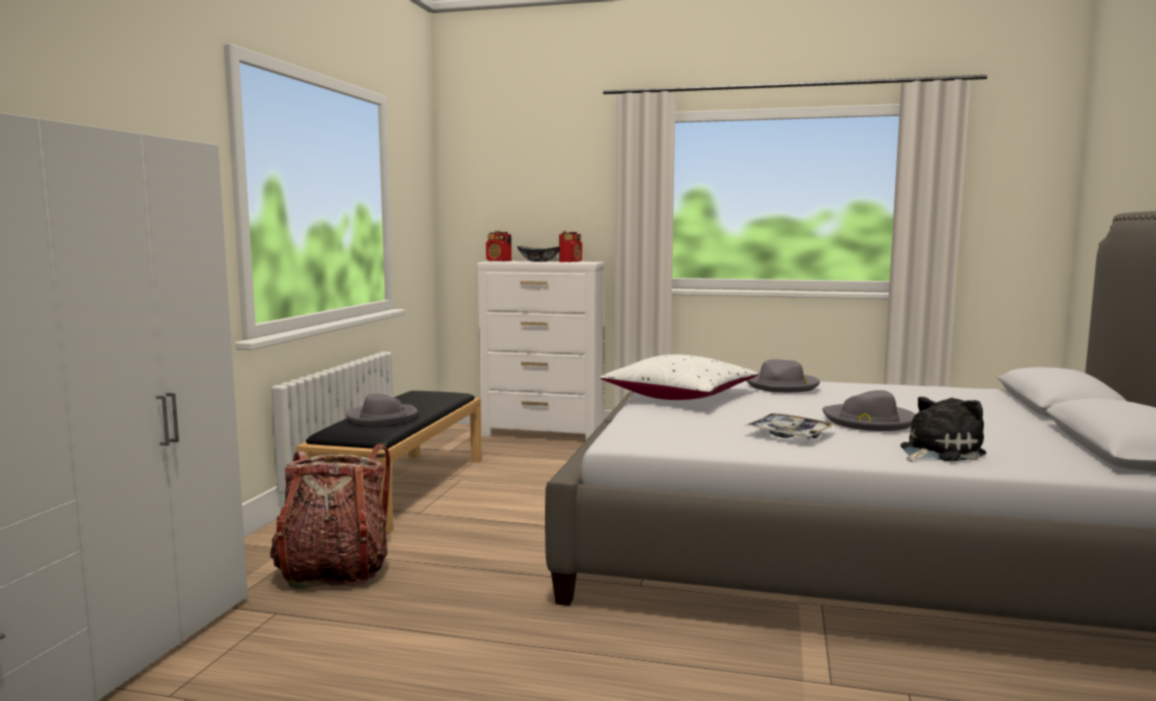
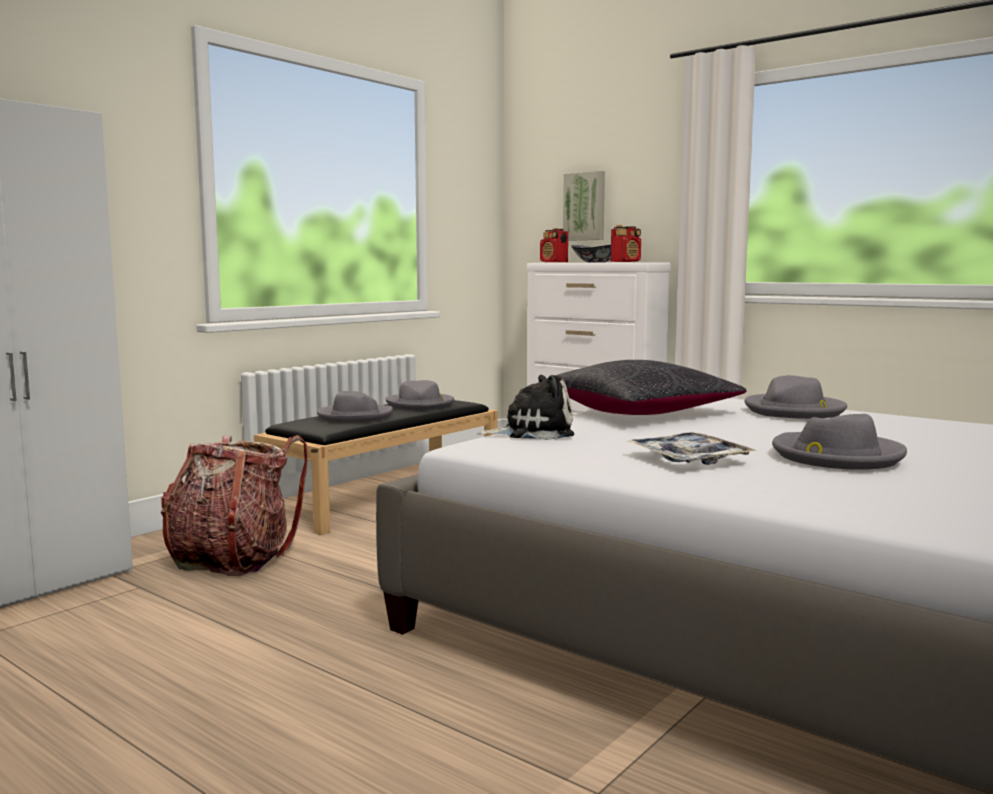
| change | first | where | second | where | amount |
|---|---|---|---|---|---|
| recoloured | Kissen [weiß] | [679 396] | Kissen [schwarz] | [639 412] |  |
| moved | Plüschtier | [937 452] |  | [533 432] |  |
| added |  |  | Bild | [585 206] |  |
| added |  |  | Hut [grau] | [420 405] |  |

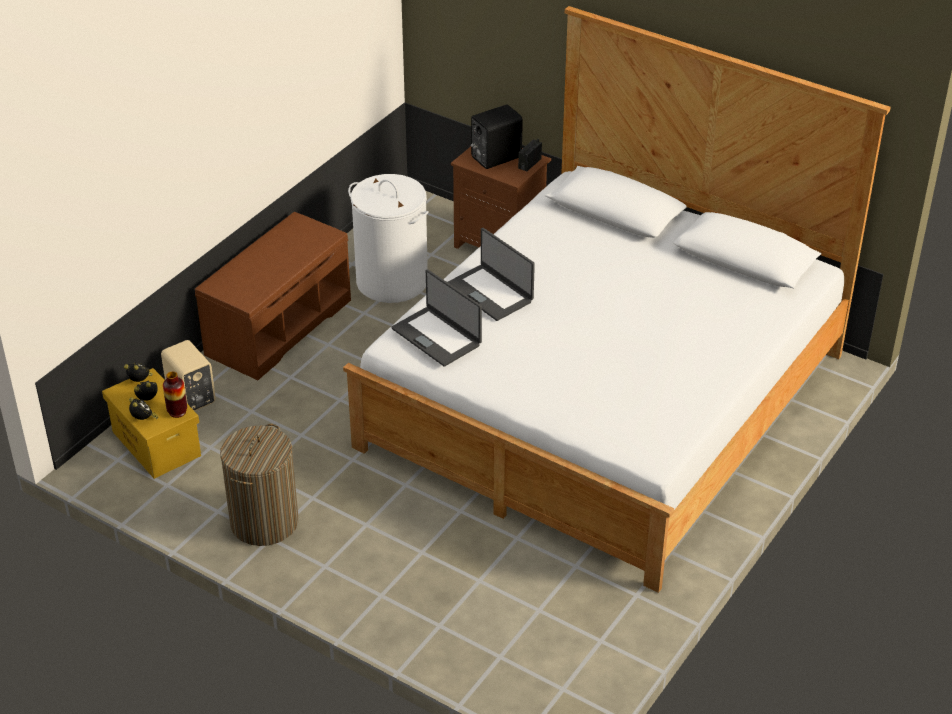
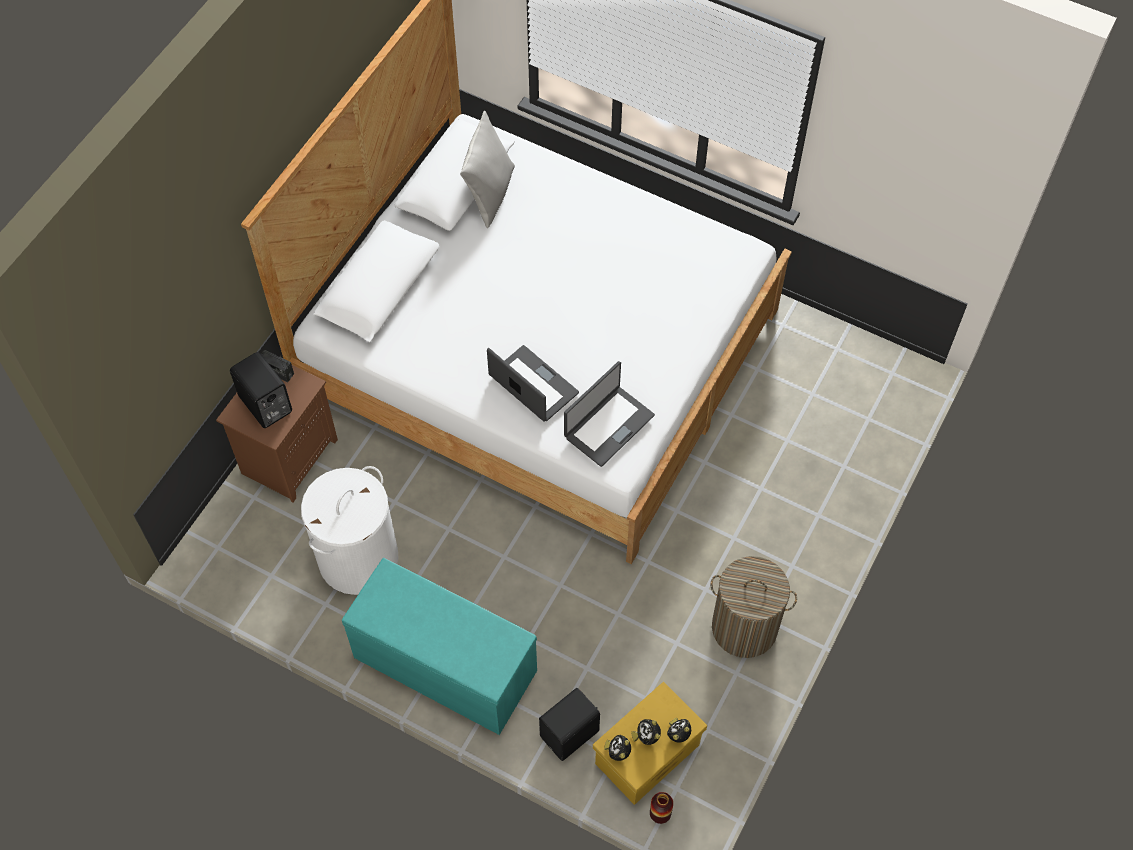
| change | first | where | second | where | amount |
|---|---|---|---|---|---|
| recoloured | Bank [braun] | [278 326] | Bank [türkis] | [443 665] |  |
| turned | Laptop | [490 292] |  | [532 385] | 90 degrees counterclockwise |
| recoloured | Lautsprecher [beige] | [190 397] | Lautsprecher [schwarz] | [571 734] |  |
| moved | Vase | [177 412] |  | [660 814] |  |
| added |  |  | Kissen [grau] | [489 194] |  |

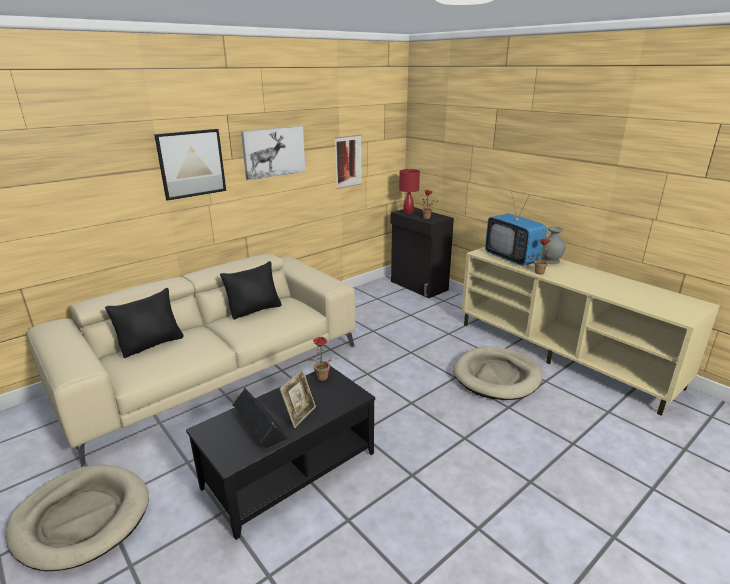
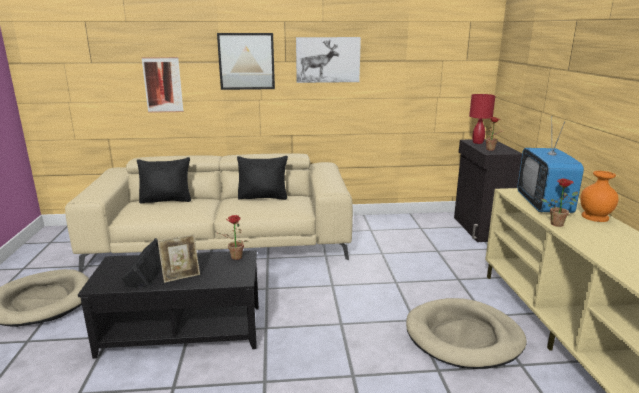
| change | first | where | second | where | amount |
|---|---|---|---|---|---|
| moved | Bild | [348 161] |  | [163 85] |  |
| recoloured | Vase [grau] | [549 261] | Vase [orange] | [594 217] |  |

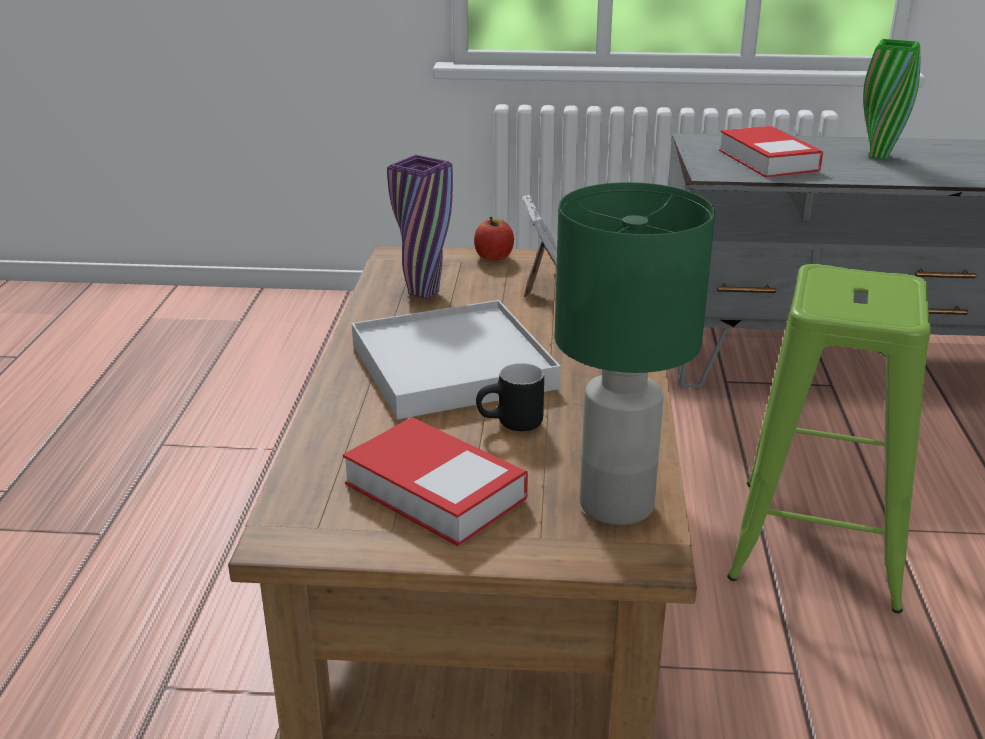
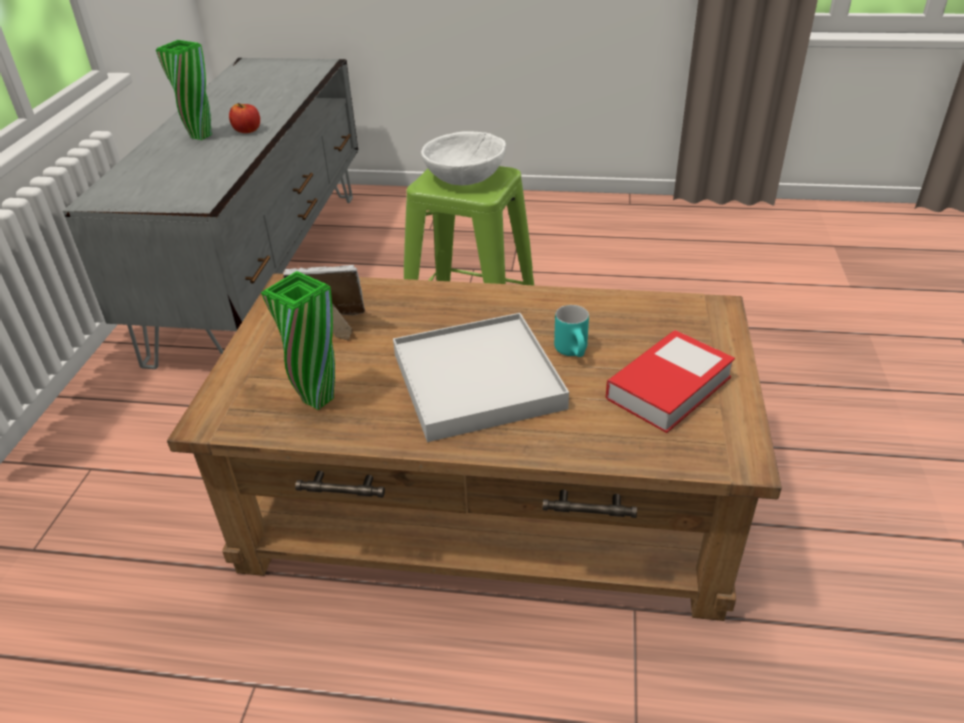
| change | first | where | second | where | amount |
|---|---|---|---|---|---|
| removed | Buch | [768 160] |  |  |  |
| recoloured | Vase [lila] | [423 292] | Vase [grün] | [318 400] |  |
| removed | Tischlampe [grün] | [614 505] |  |  |  |
| moved | Apfel | [494 257] |  | [247 130] |  |
| recoloured | Henkelbecher [schwarz] | [511 425] | Henkelbecher [türkis] | [575 352] |  |
| added |  |  | Schüssel [weiß] | [465 177] |  |

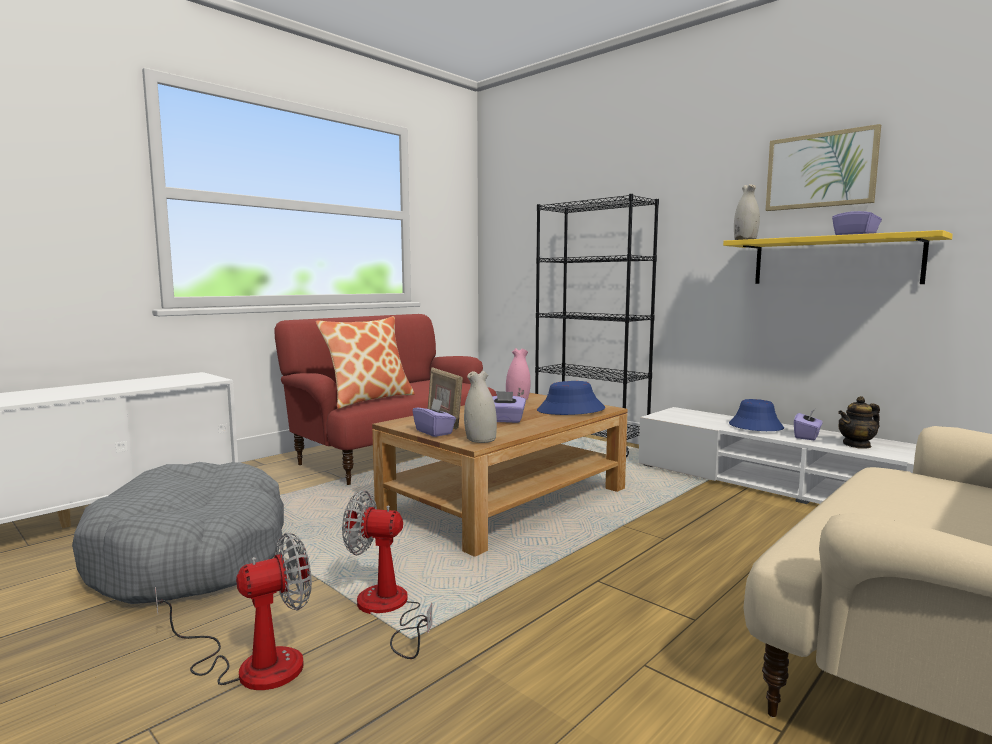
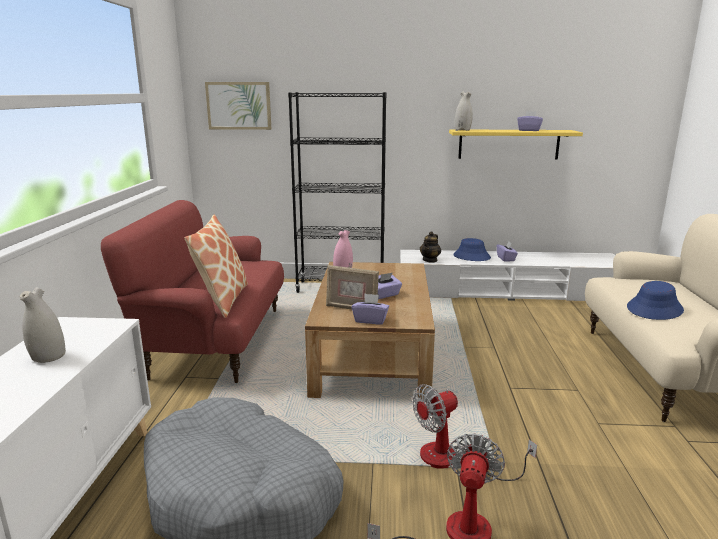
| change | first | where | second | where | amount |
|---|---|---|---|---|---|
| moved | Bild | [820 170] |  | [239 105] |  |
| moved | Vase [weiß] | [480 440] |  | [48 357] |  |
| moved | Hut [blau] | [571 410] |  | [654 309] |  |
| moved | Teekanne | [857 445] |  | [430 260] |  |

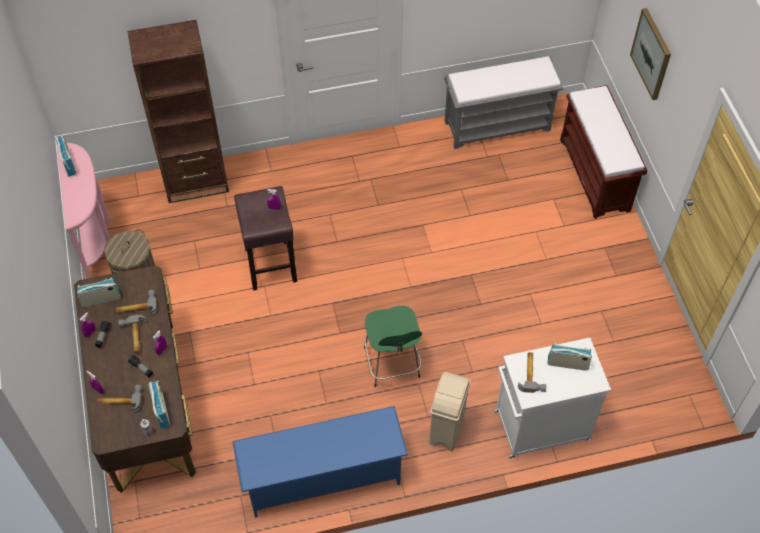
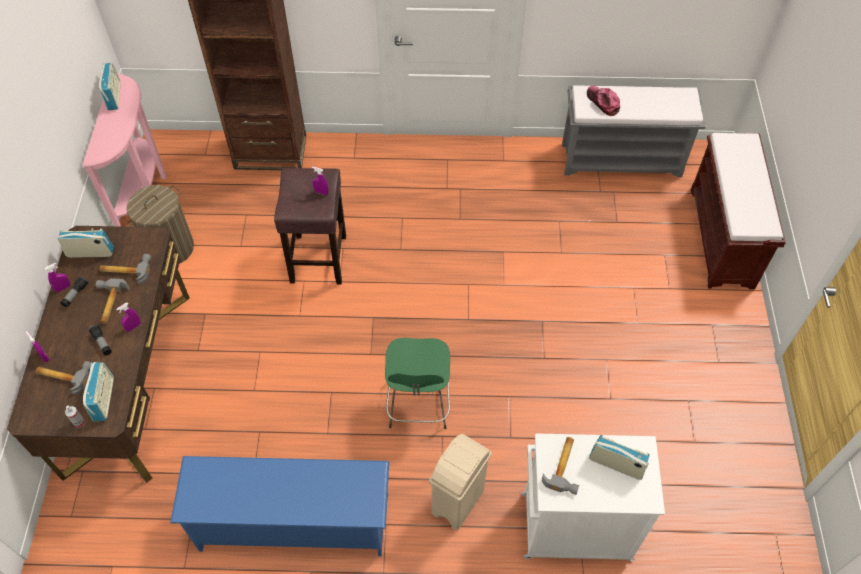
| change | first | where | second | where | amount |
|---|---|---|---|---|---|
| removed | Bild | [652 54] |  |  |  |
| added |  |  | Kappe | [603 102] |  |

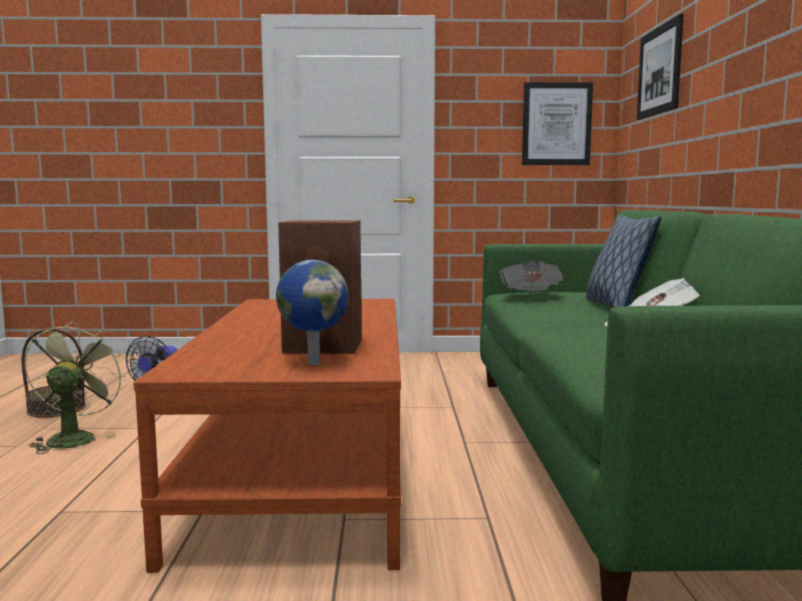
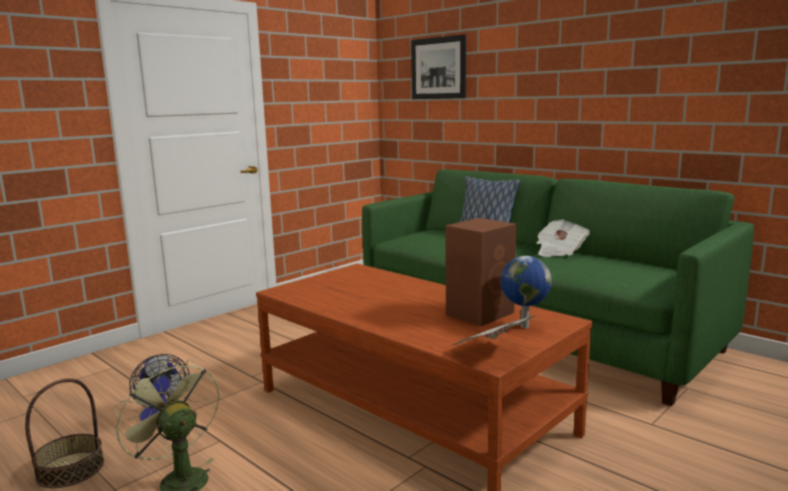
| change | first | where | second | where | amount |
|---|---|---|---|---|---|
| removed | Bild | [556 124] |  |  |  |
| moved | Zeitung | [531 295] |  | [490 353] |  |

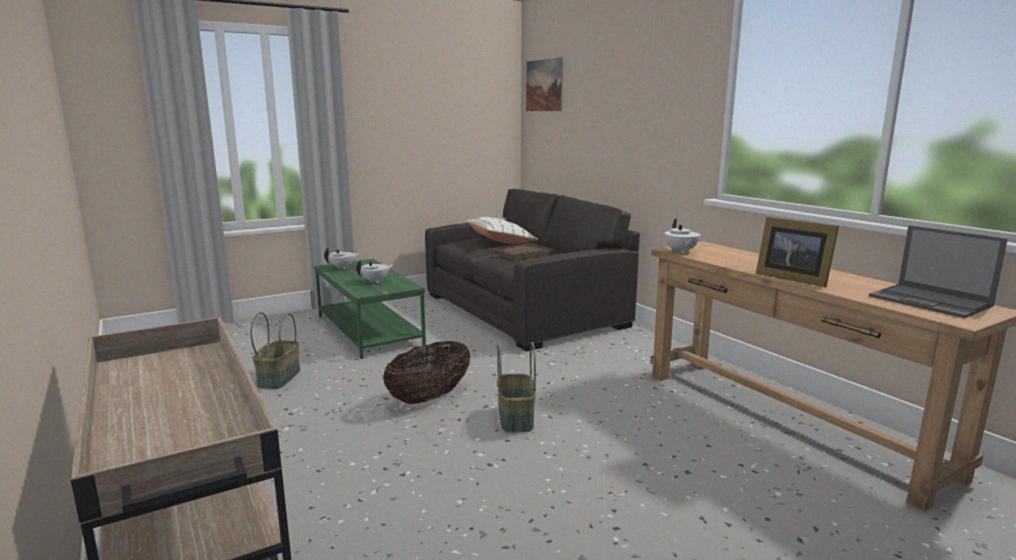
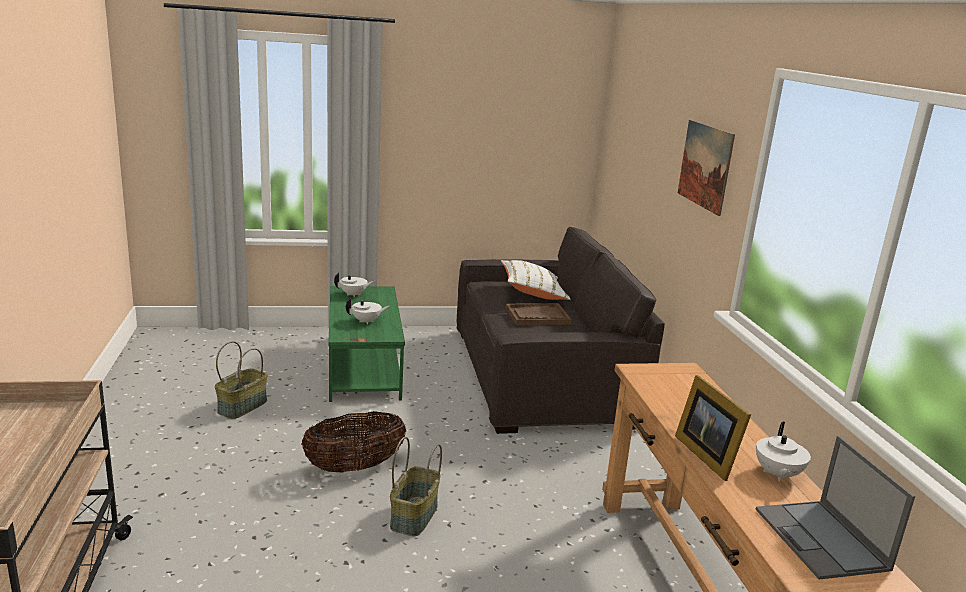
| change | first | where | second | where | amount |
|---|---|---|---|---|---|
| moved | Bild | [544 85] |  | [705 165] |  |
| moved | Teekanne [weiß] | [680 251] |  | [777 474] |  |

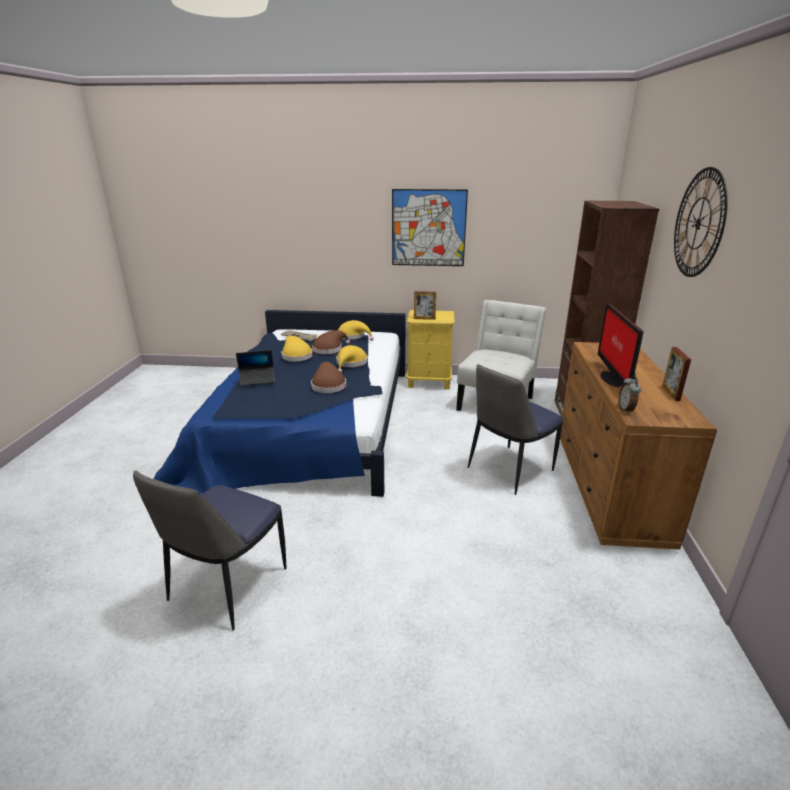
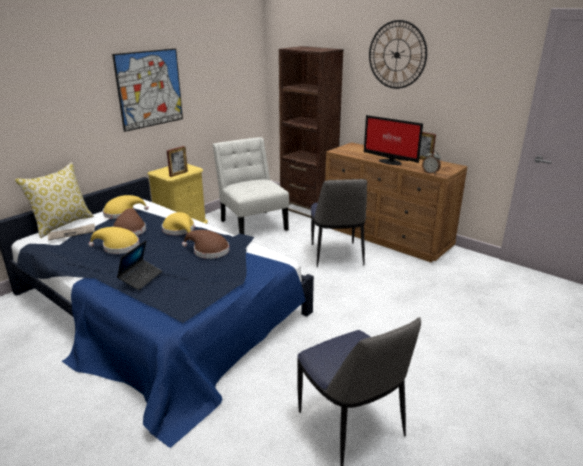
| change | first | where | second | where | amount |
|---|---|---|---|---|---|
| added |  |  | Kissen | [62 224] |  |

